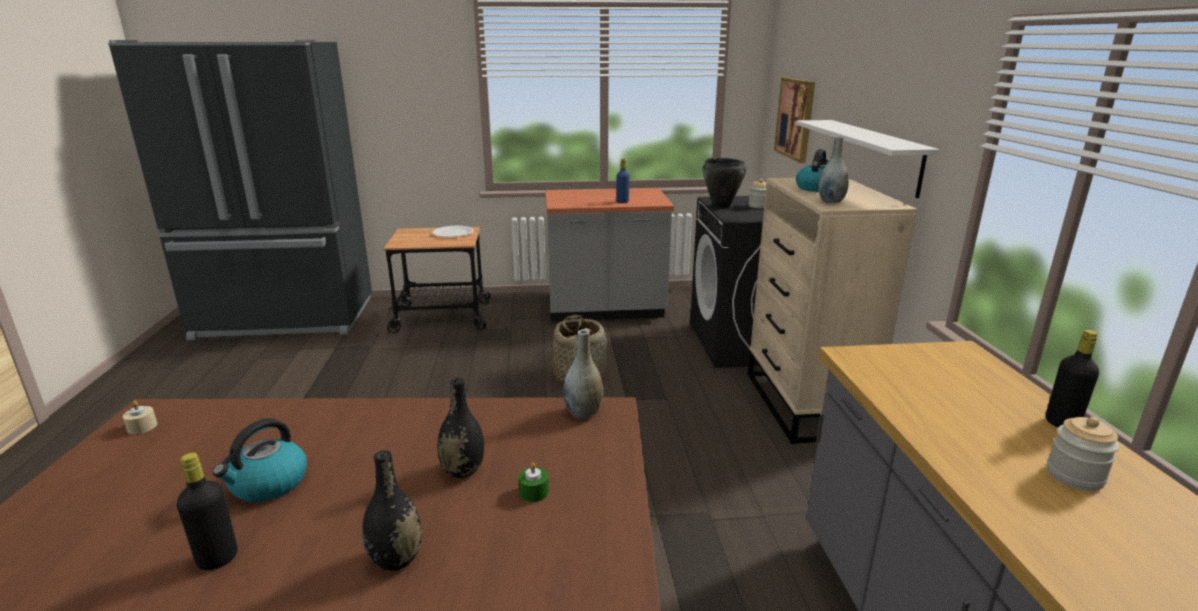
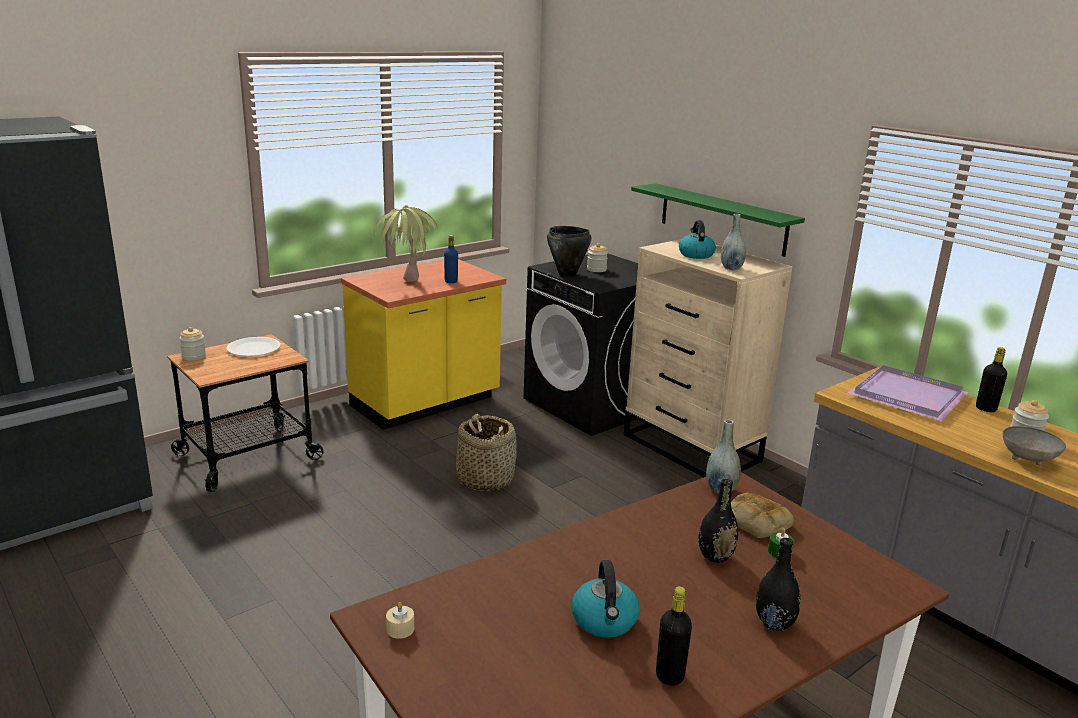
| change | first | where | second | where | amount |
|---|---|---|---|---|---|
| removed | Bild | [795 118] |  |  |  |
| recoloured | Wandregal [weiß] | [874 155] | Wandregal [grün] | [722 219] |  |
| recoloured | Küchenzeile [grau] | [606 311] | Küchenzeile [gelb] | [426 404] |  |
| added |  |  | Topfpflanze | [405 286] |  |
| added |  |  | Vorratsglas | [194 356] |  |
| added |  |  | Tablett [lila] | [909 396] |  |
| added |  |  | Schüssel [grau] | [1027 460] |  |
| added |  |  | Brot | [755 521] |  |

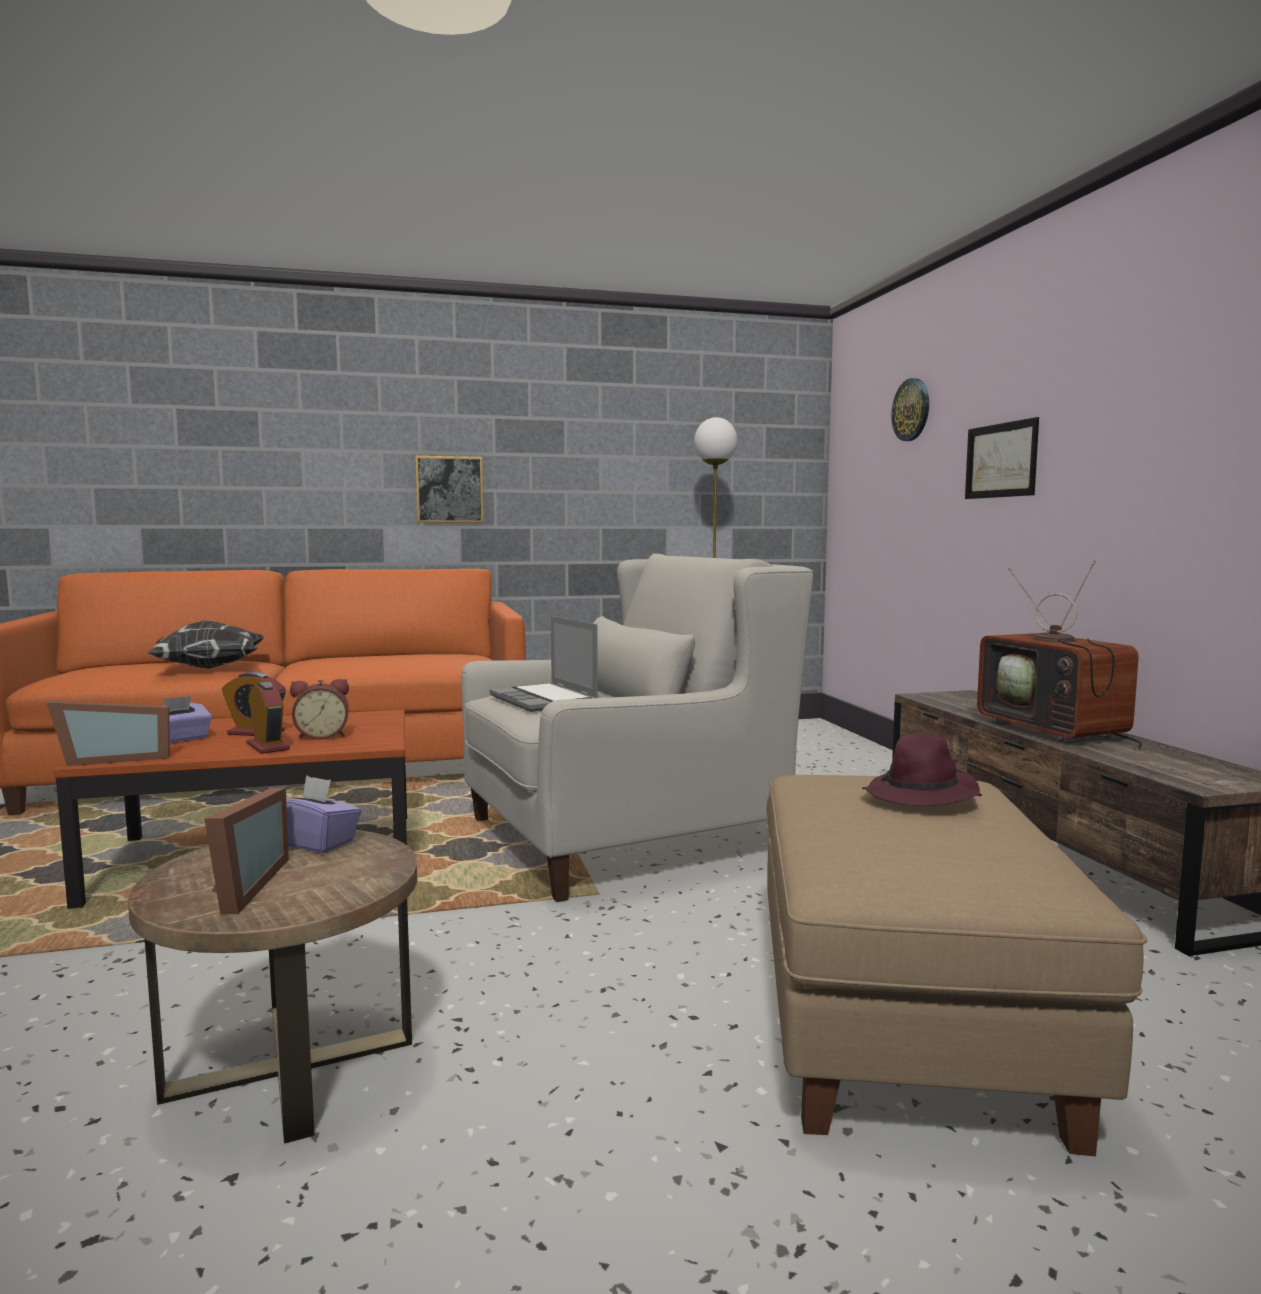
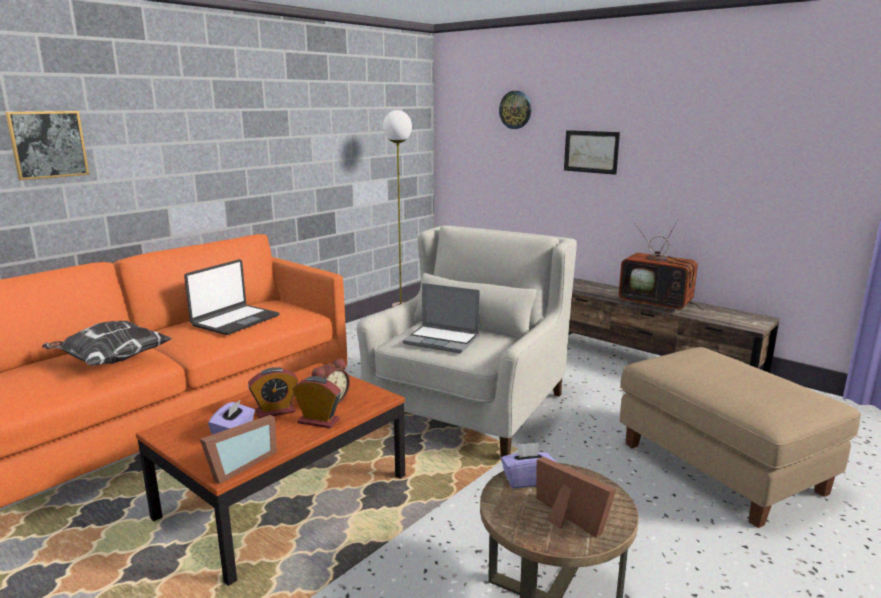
| change | first | where | second | where | amount |
|---|---|---|---|---|---|
| moved | Bild | [449 489] |  | [48 144] |  |
| removed | Hut [lila] | [922 796] |  |  |  |
| added |  |  | Laptop | [235 321] |  |

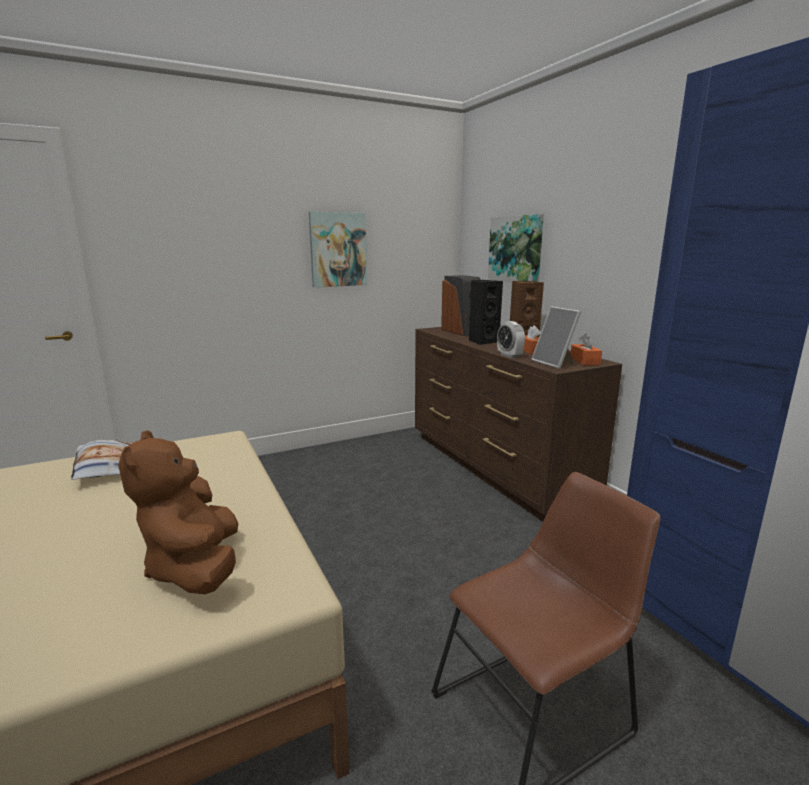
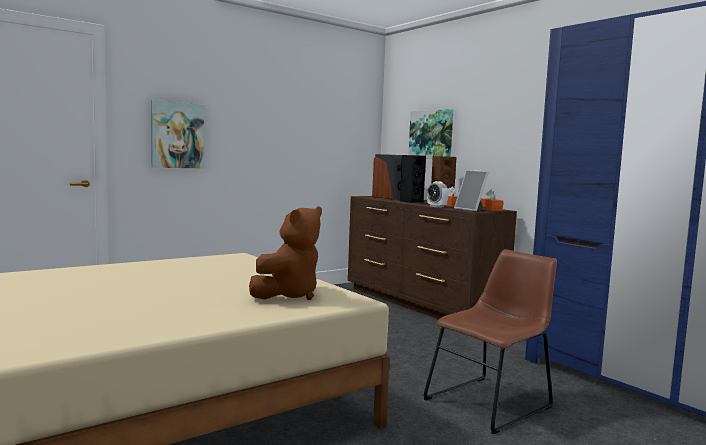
| change | first | where | second | where | amount |
|---|---|---|---|---|---|
| moved | Bild | [338 249] |  | [177 135] |  |
| turned | Plüschtier [braun] | [195 568] |  | [288 295] | 120 degrees counterclockwise |
| removed | Kissen | [105 467] |  |  |  |

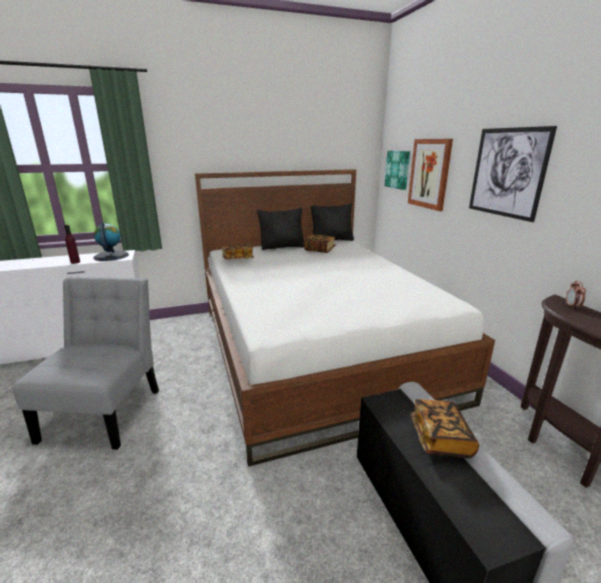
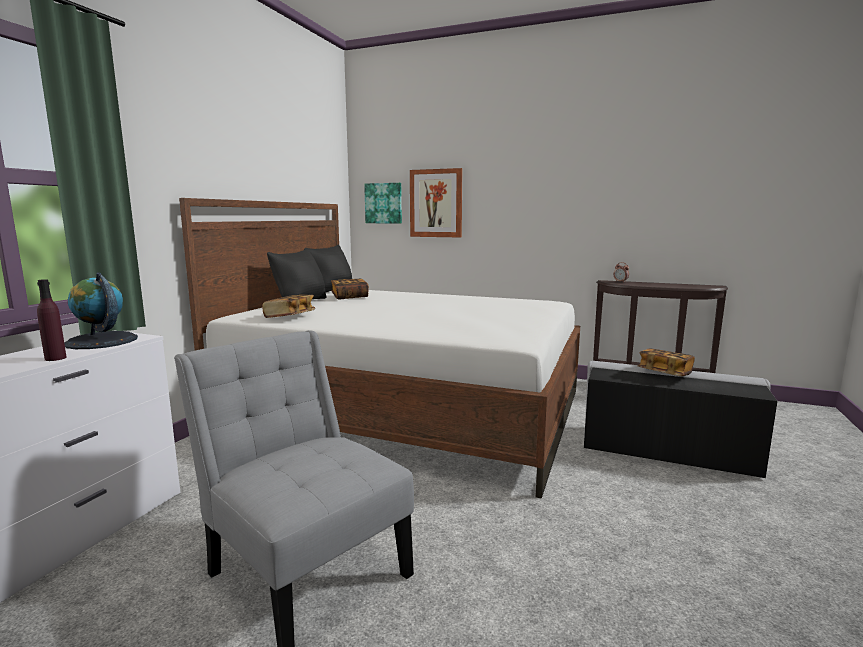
| change | first | where | second | where | amount |
|---|---|---|---|---|---|
| removed | Bild | [507 172] |  |  |  |

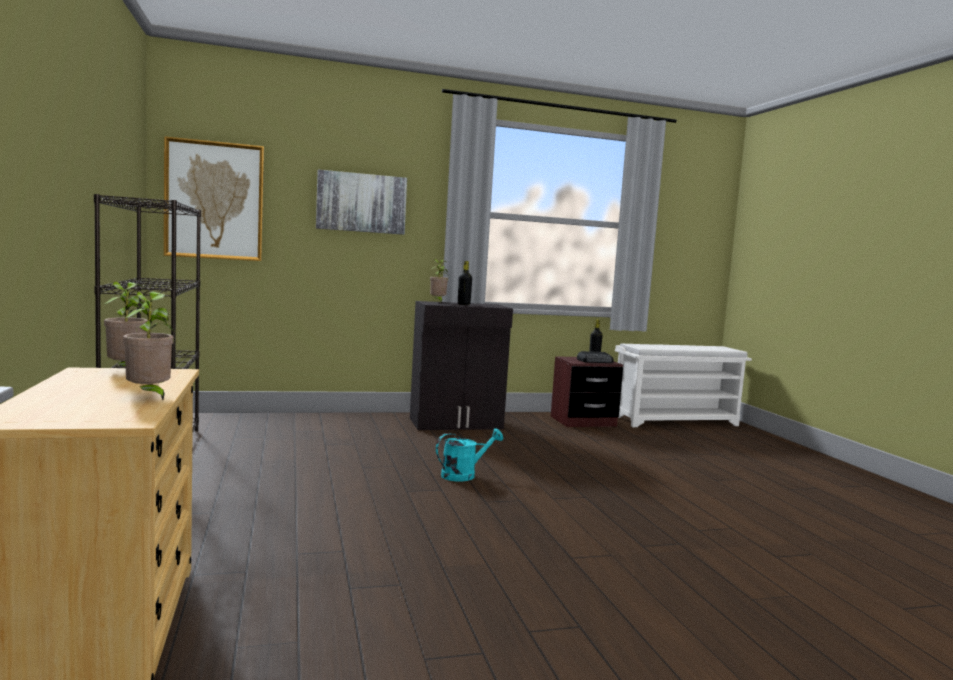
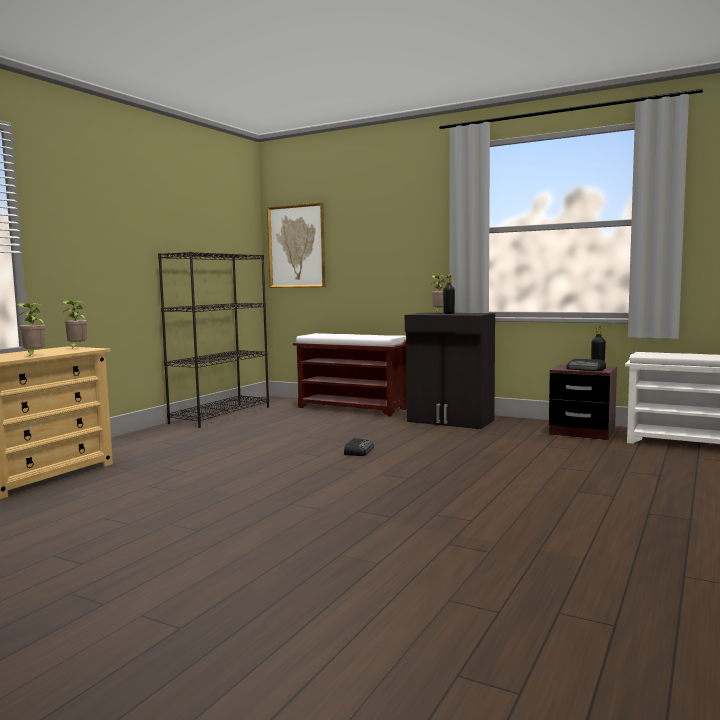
| change | first | where | second | where | amount |
|---|---|---|---|---|---|
| removed | Bild | [361 203] |  |  |  |
| replaced | Gießkanne [türkis] | [464 475] | Radio | [358 451] |  |
| added |  |  | Bank [braun] | [353 408] |  |

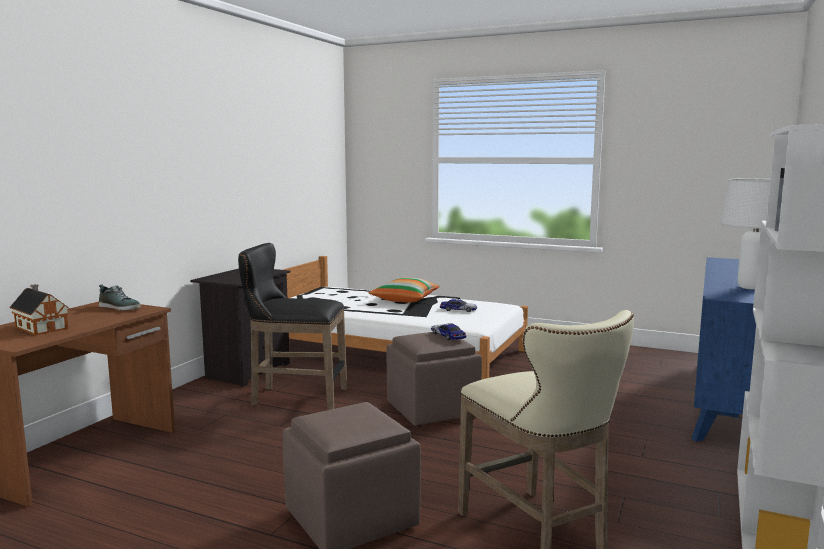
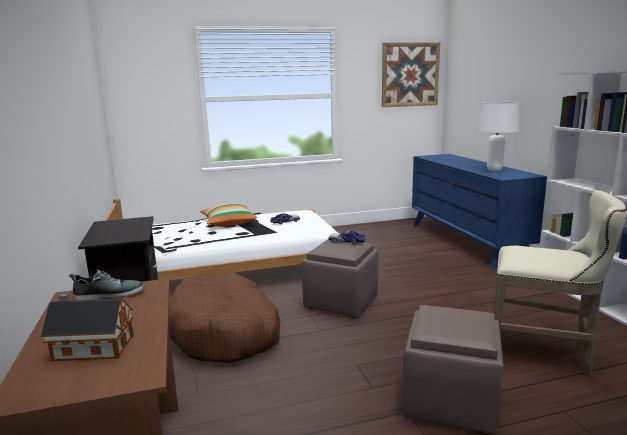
| change | first | where | second | where | amount |
|---|---|---|---|---|---|
| replaced | Hocker [schwarz] | [294 397] | Hundebett [braun] | [225 332] |  |
| added |  |  | Bild | [410 74] |  |

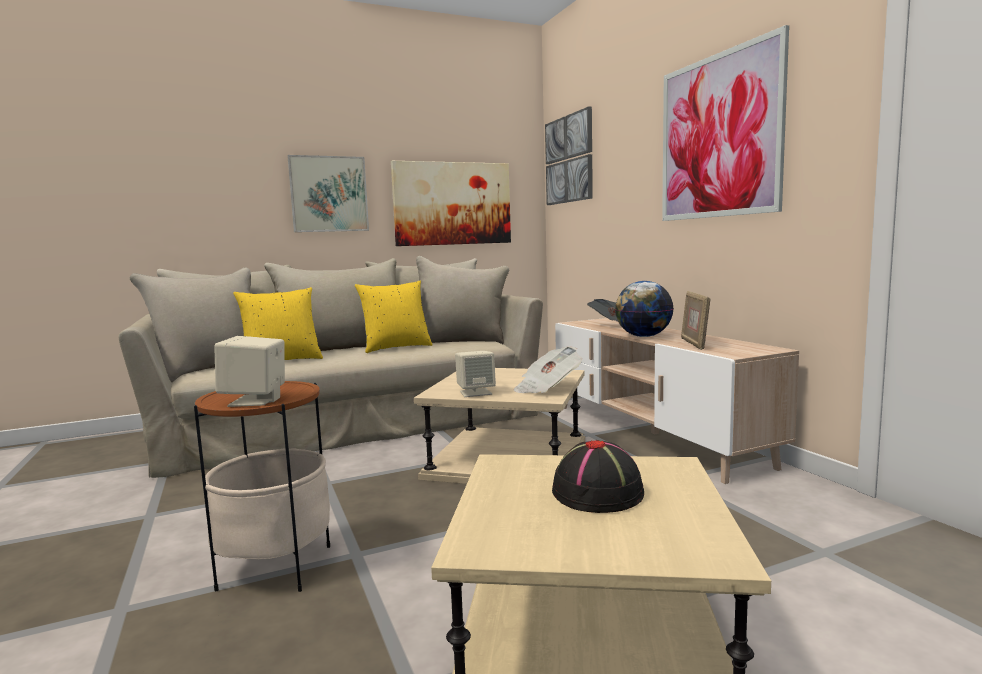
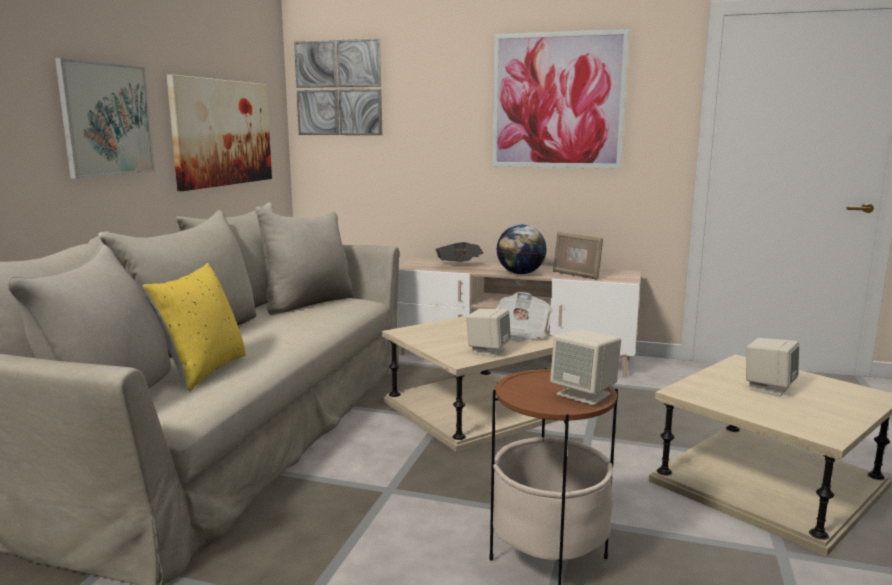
| change | first | where | second | where | amount |
|---|---|---|---|---|---|
| removed | Kissen [gelb] | [396 348] |  |  |  |
| replaced | Hut [schwarz] | [598 492] | Lautsprecher [beige] | [768 388] |  |

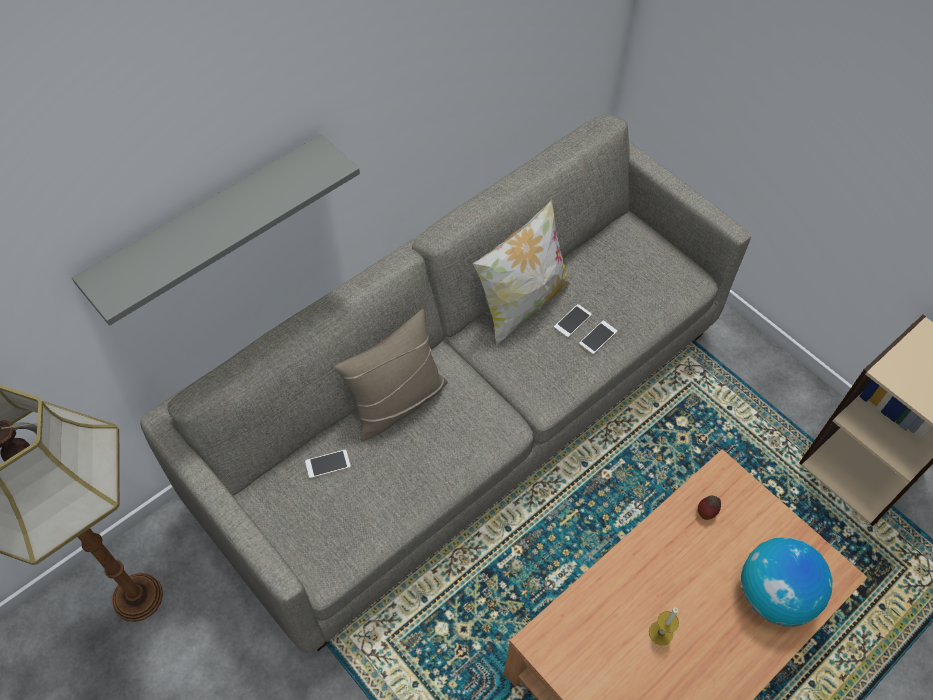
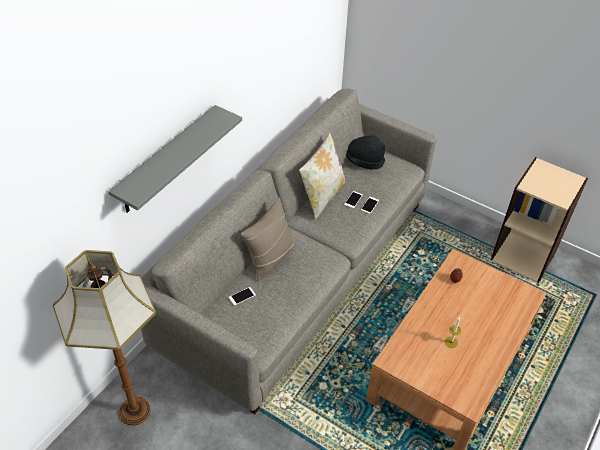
| change | first | where | second | where | amount |
|---|---|---|---|---|---|
| removed | Globus | [774 595] |  |  |  |
| added |  |  | Hut [schwarz] | [363 161] |  |

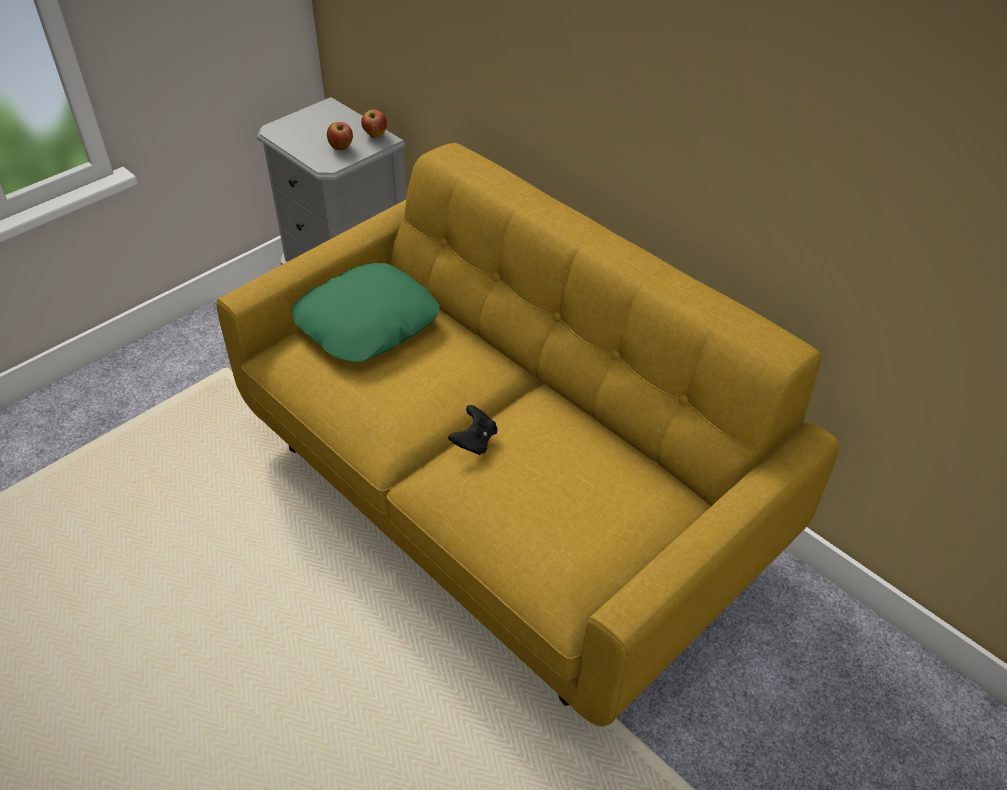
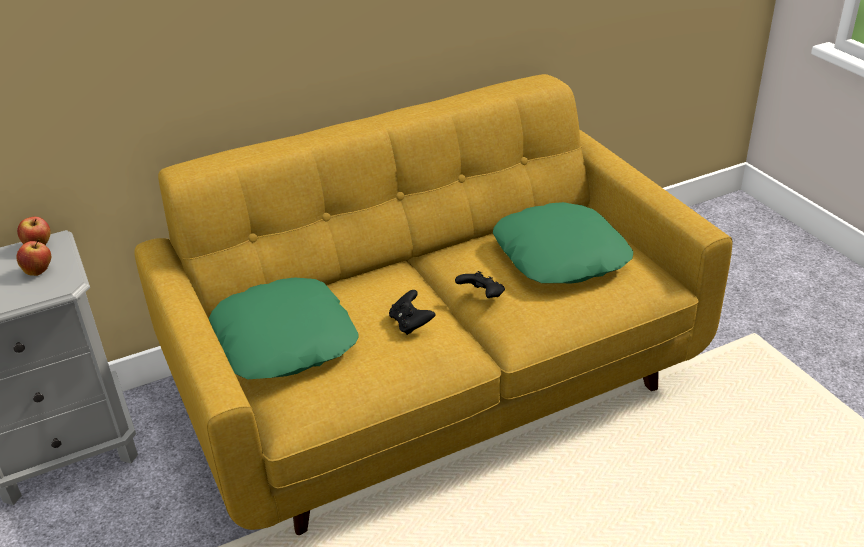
| change | first | where | second | where | amount |
|---|---|---|---|---|---|
| added |  |  | Kissen [grün] | [561 255] |  |
| added |  |  | Gamepad [schwarz] | [411 323] |  |

